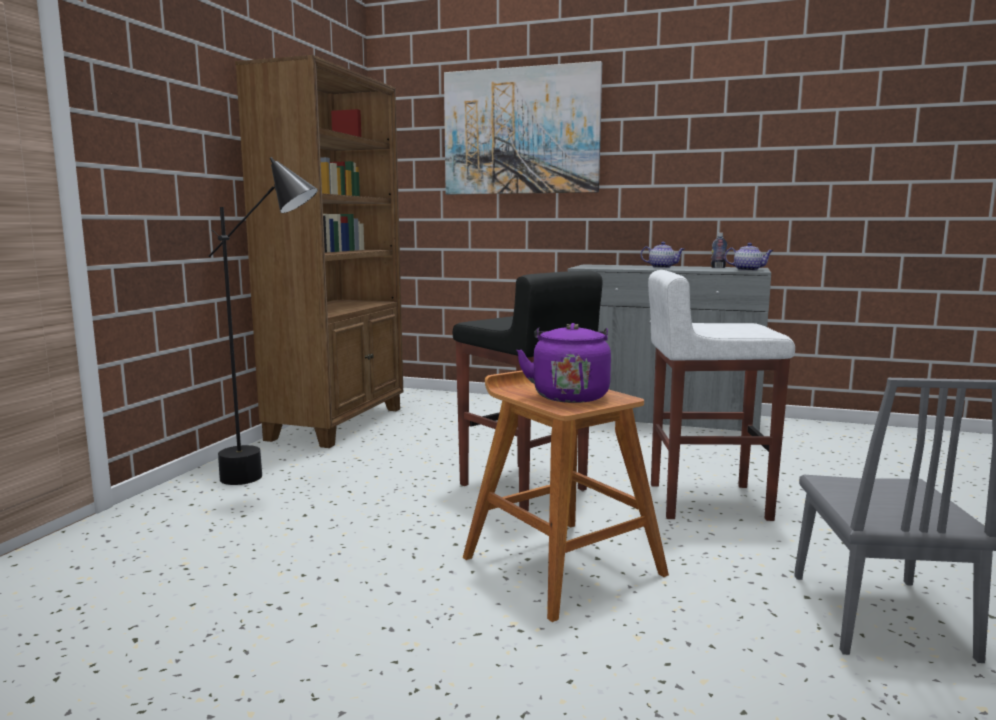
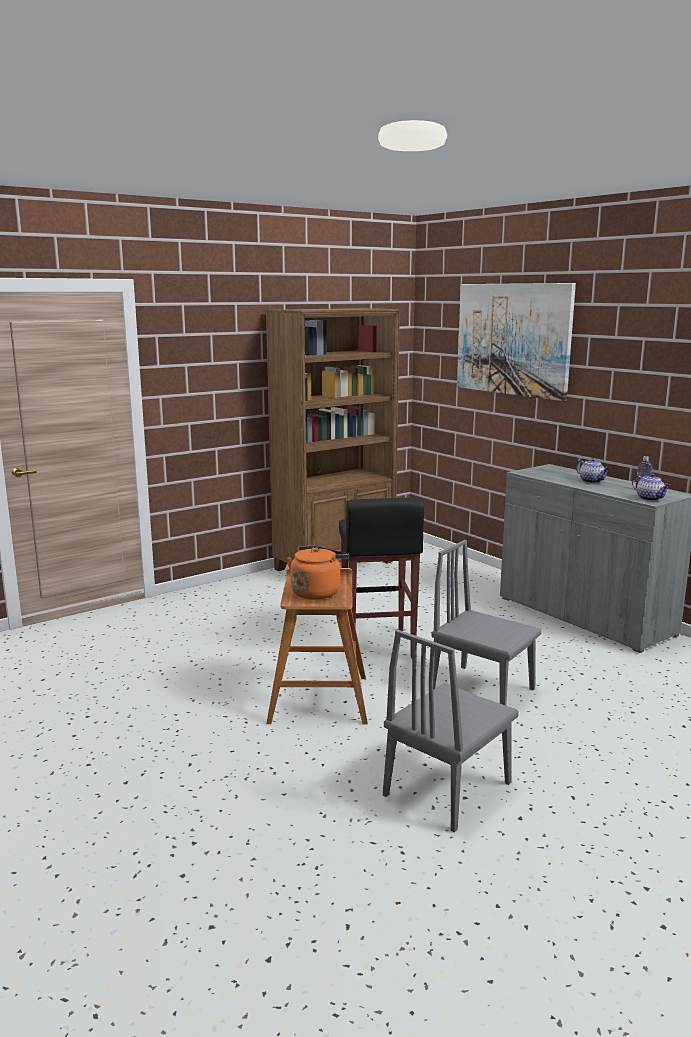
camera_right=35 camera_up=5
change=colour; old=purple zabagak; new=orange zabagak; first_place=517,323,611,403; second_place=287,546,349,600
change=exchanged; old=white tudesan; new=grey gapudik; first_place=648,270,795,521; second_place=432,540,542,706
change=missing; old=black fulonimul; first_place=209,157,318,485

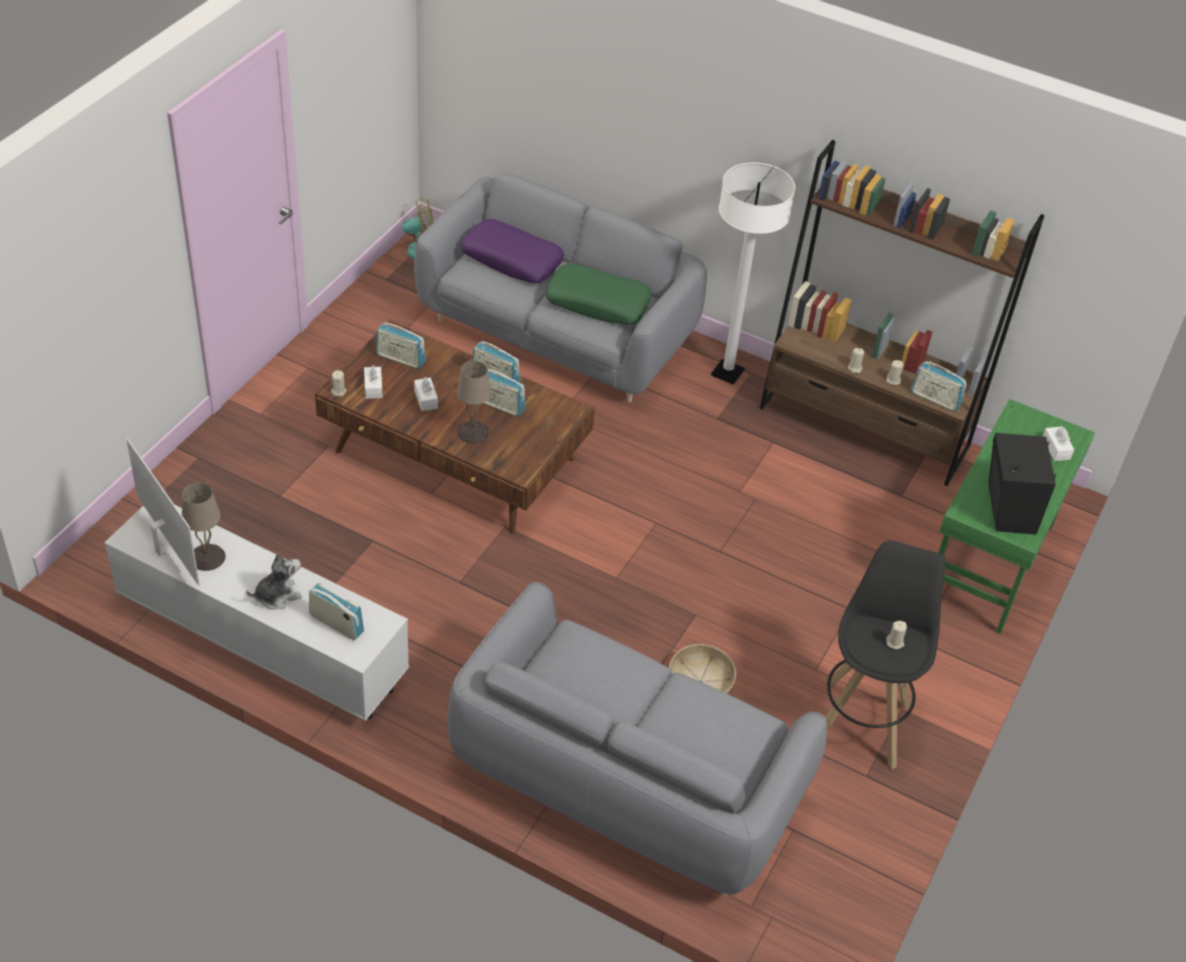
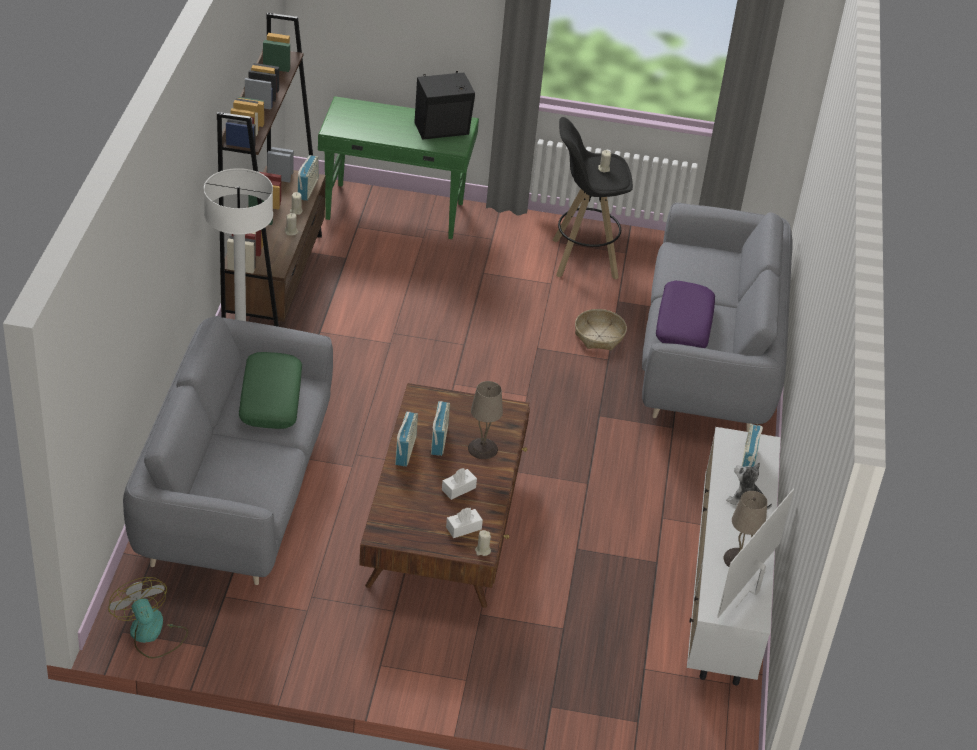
camera_right=-110 camera_up=-5
change=relocated; old=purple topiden; first_place=461,219,564,283; second_place=656,281,715,348
change=missing; old=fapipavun; first_place=376,322,426,369
change=missing; old=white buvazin; first_place=1043,426,1074,461

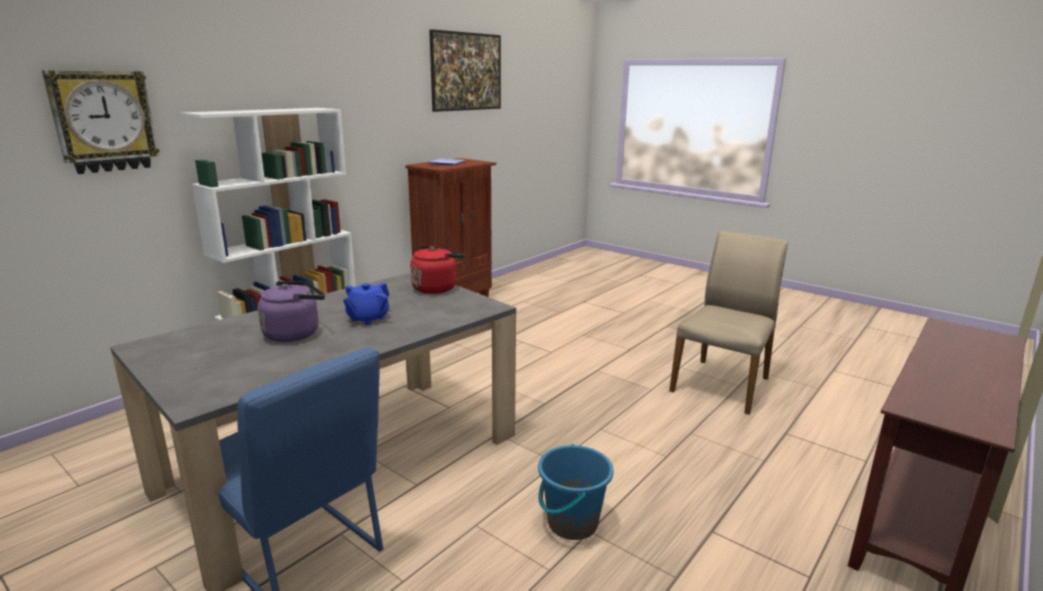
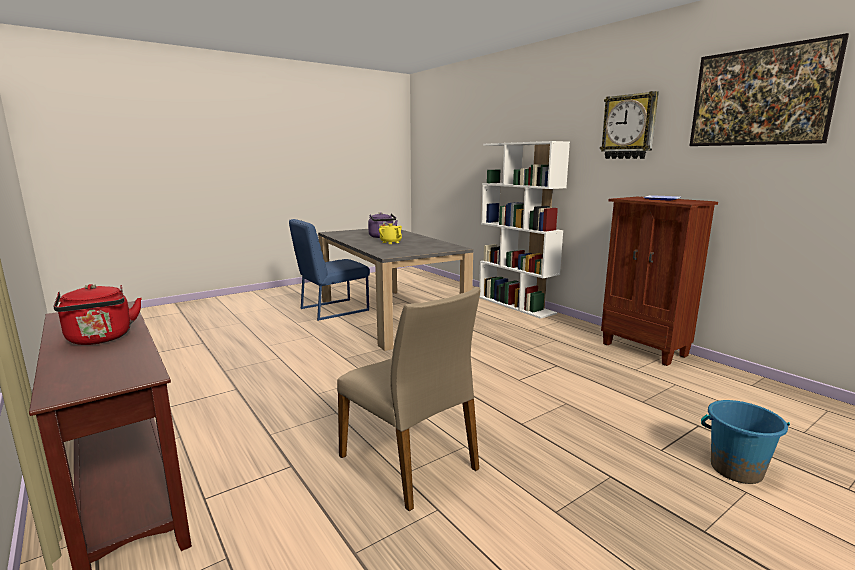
camera_right=105 camera_up=-5
change=relocated; old=red zabagak; first_place=410,246,465,294; second_place=54,284,142,345
change=colour; old=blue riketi; new=yellow riketi; first_place=343,283,389,325; second_place=379,223,402,244
change=relocated; old=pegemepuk; first_place=42,70,160,174; second_place=600,91,659,159
change=relocated; old=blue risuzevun; first_place=538,444,614,540; second_place=701,400,790,484

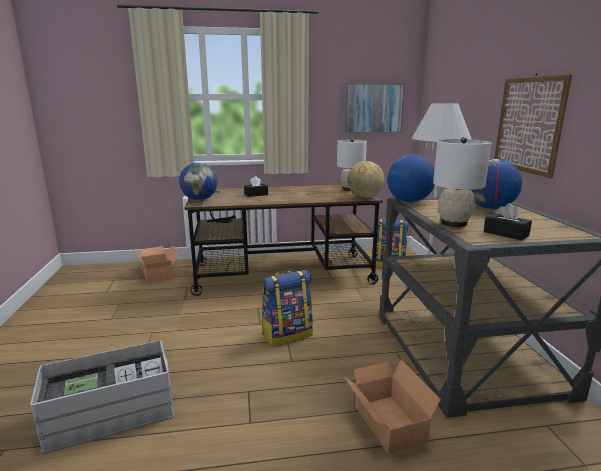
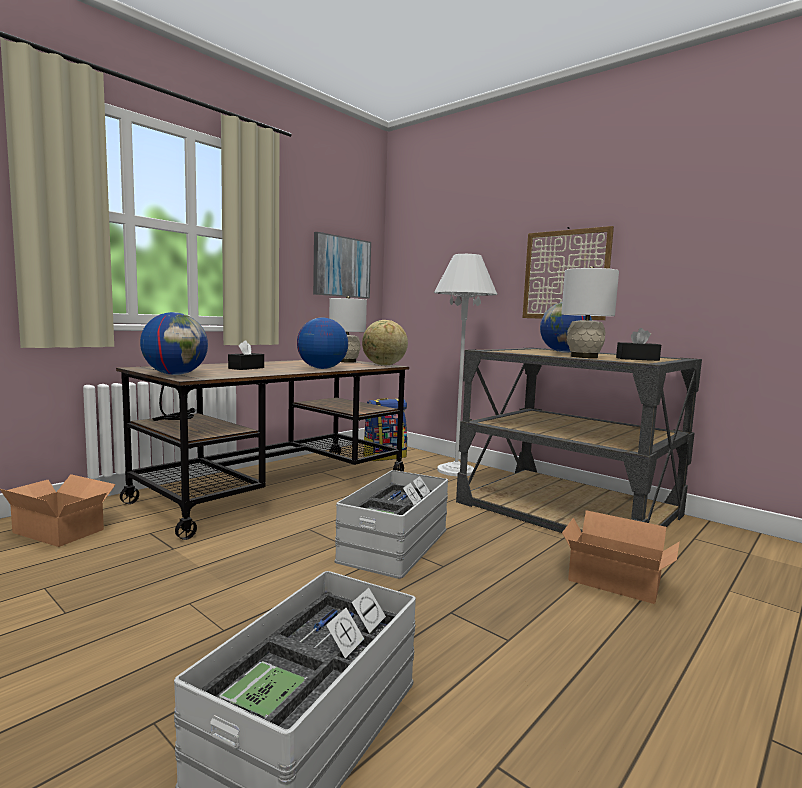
camera_right=-40 camera_up=-10
change=relocated; old=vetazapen; first_place=387,155,435,202; second_place=297,318,348,369
change=exchanged; old=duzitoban; new=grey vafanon; first_place=262,270,313,346; second_place=334,470,448,579

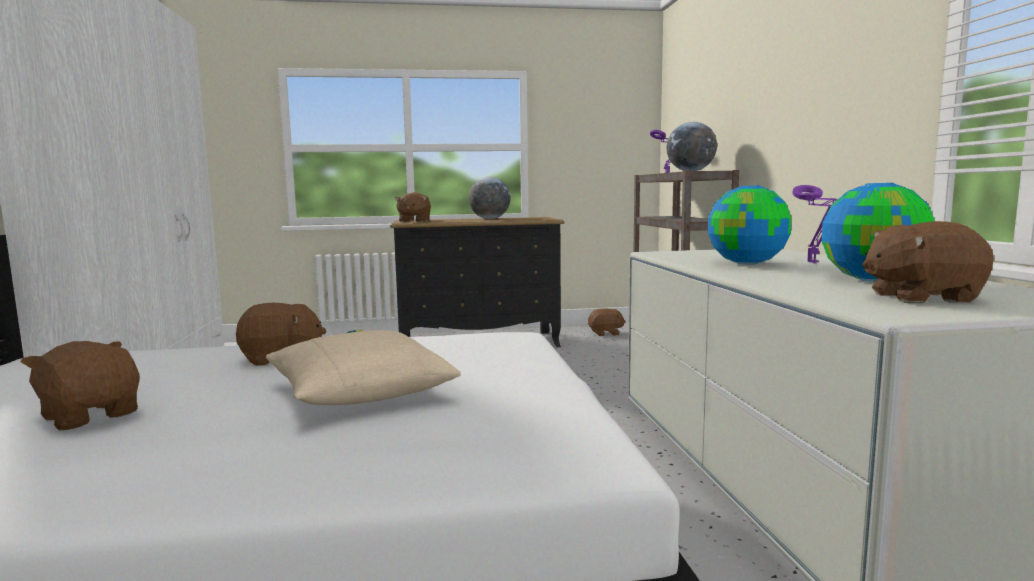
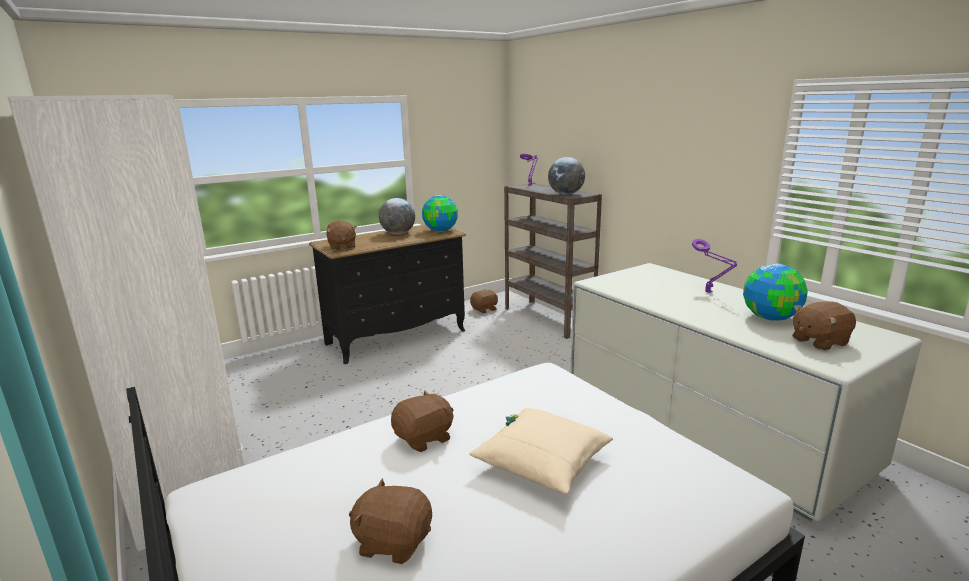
camera_right=-25 camera_up=10
change=relocated; old=vetazapen; first_place=708,186,792,265; second_place=422,195,458,232

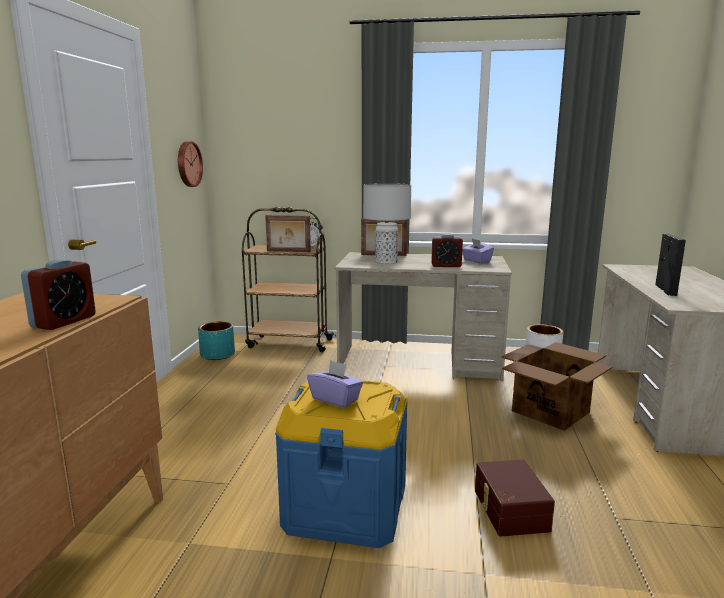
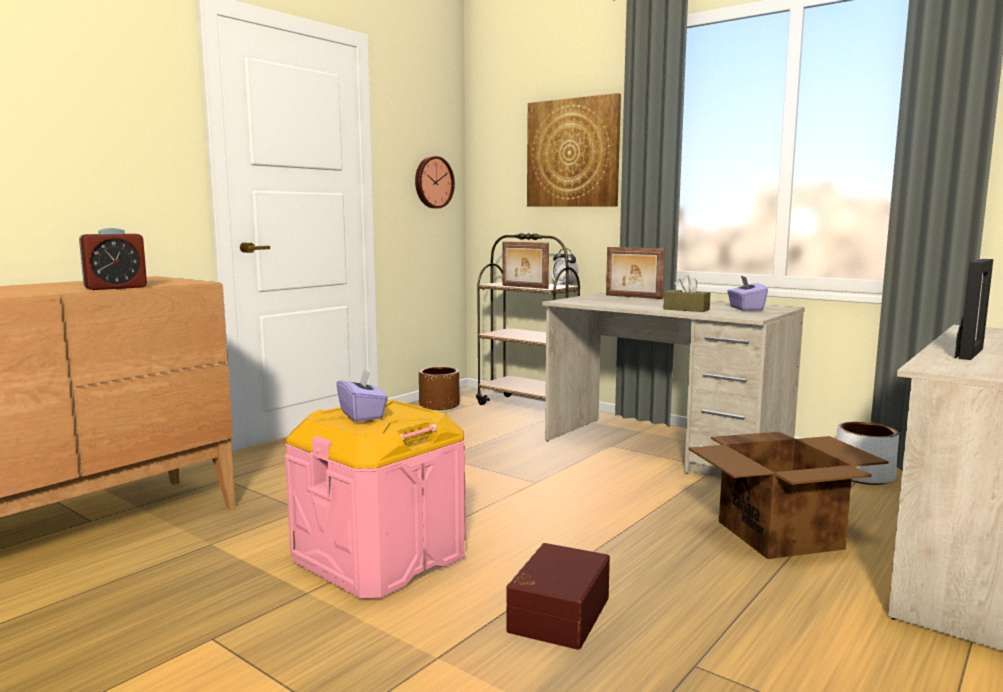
camera_right=30 camera_up=-5
change=colour; old=blue vafanon; new=pink vafanon; first_place=275,381,407,548; second_place=285,399,466,599
change=colour; old=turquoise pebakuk; new=brown pebakuk; first_place=198,321,235,360; second_place=419,367,460,410
change=appeared; new=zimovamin; second_place=527,93,621,207
change=exchanged; old=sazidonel; new=brown buvazin; first_place=431,234,463,267; second_place=663,275,710,312
change=missing; old=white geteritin; first_place=363,183,411,264

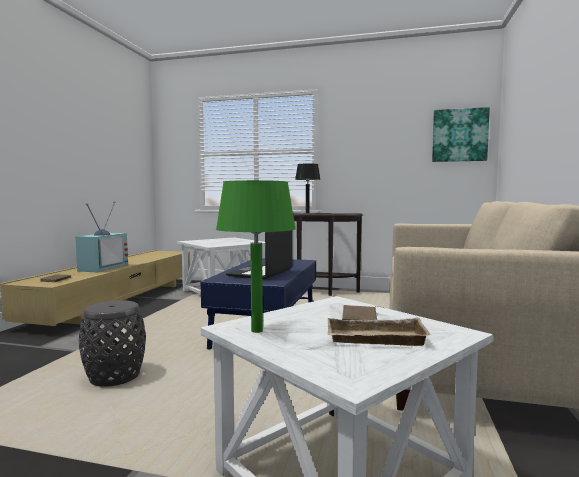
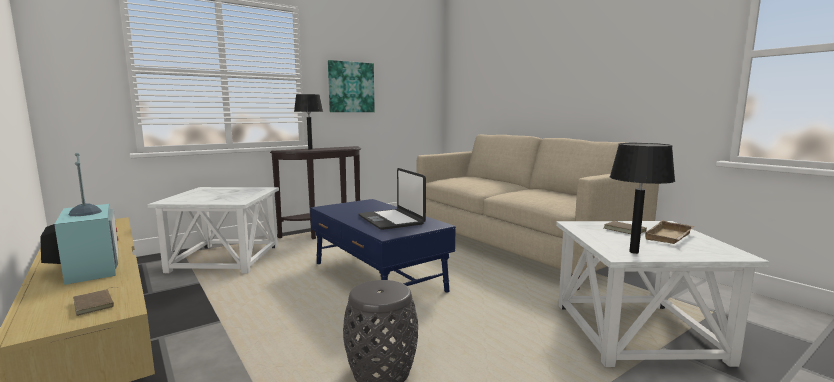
camera_right=-50 camera_up=5
change=relocated; old=zimovamin; first_place=432,107,490,162; second_place=328,60,375,112
change=colour; old=green geteritin; new=black geteritin; first_place=216,180,296,333; second_place=610,143,675,254

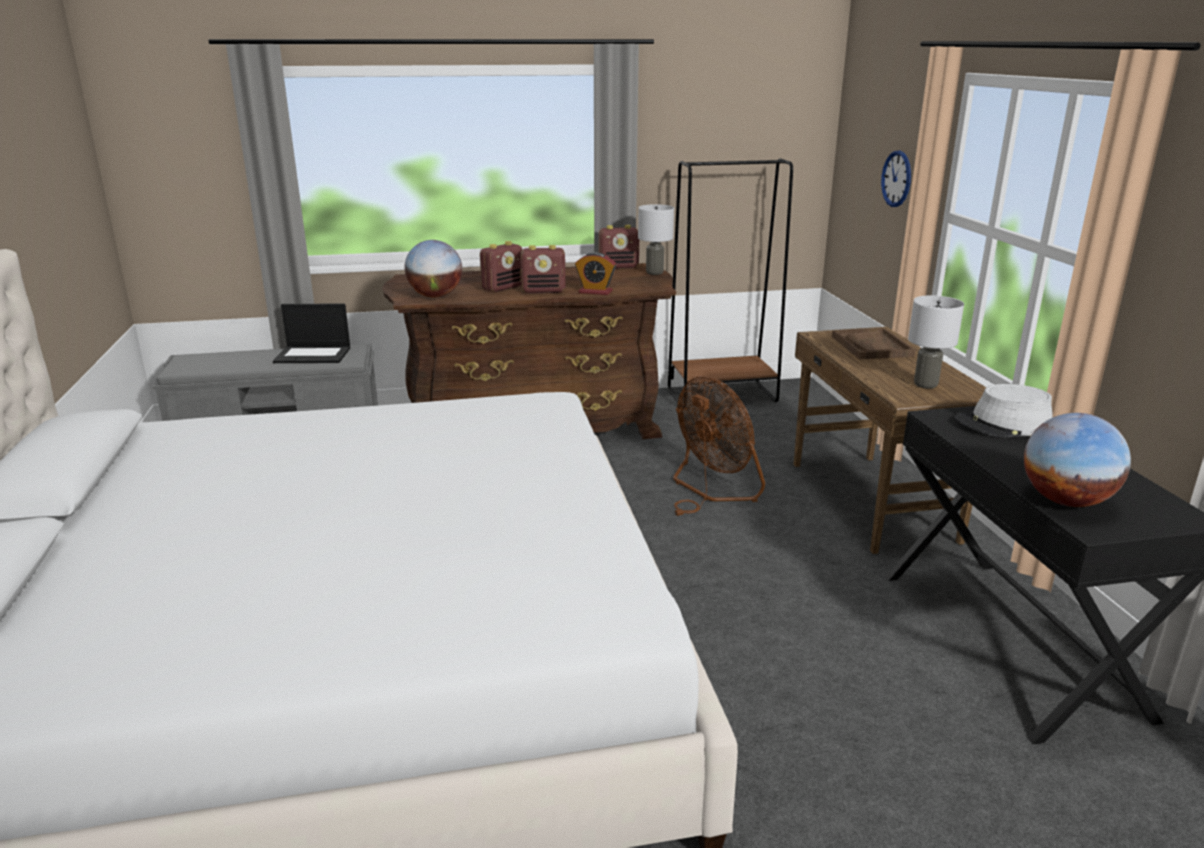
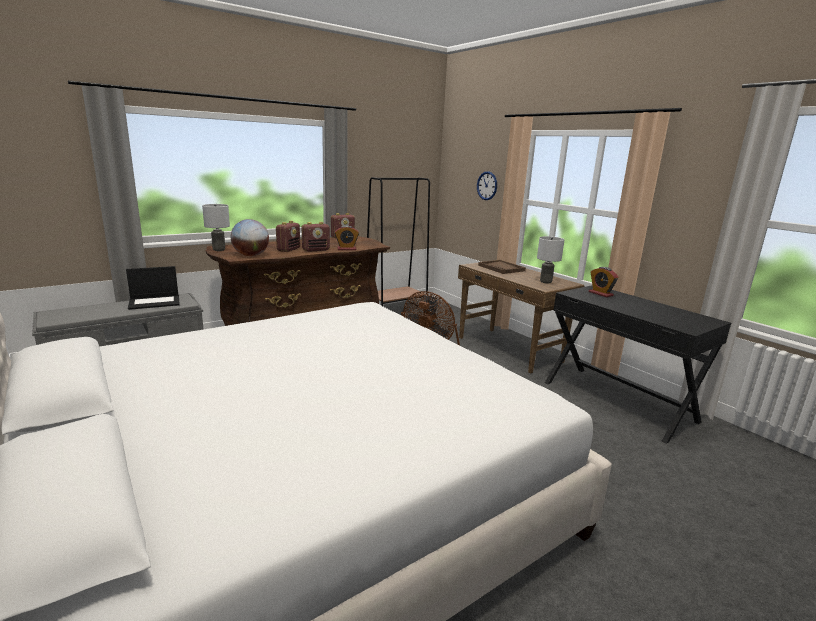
camera_right=-25 camera_up=-5
change=relocated; old=white geteritin; first_place=638,204,674,275; second_place=202,204,230,251
change=exchanged; old=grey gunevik; new=sazidonel; first_place=955,384,1052,437; second_place=589,267,618,297
change=missing; old=vetazapen; first_place=1024,413,1131,507

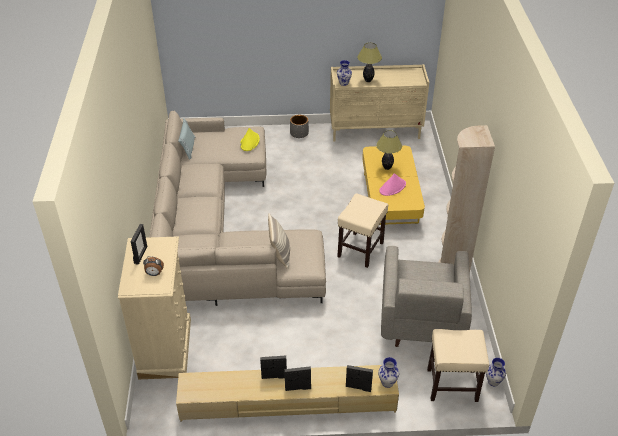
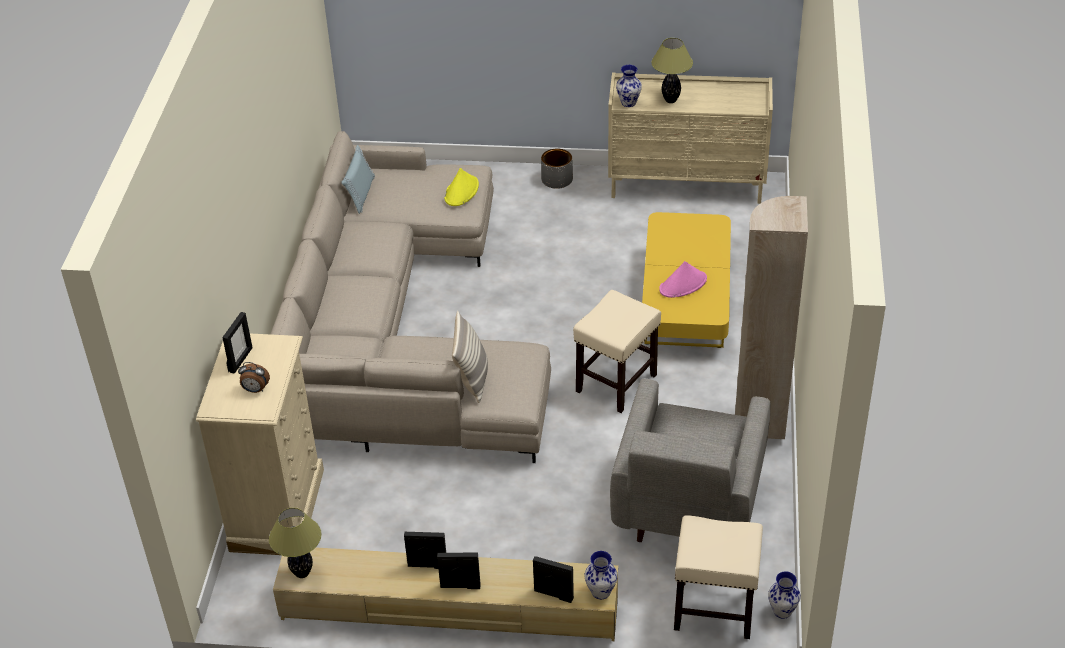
camera_right=10 camera_up=0
change=relocated; old=geteritin; first_place=376,130,402,170; second_place=269,508,322,578

